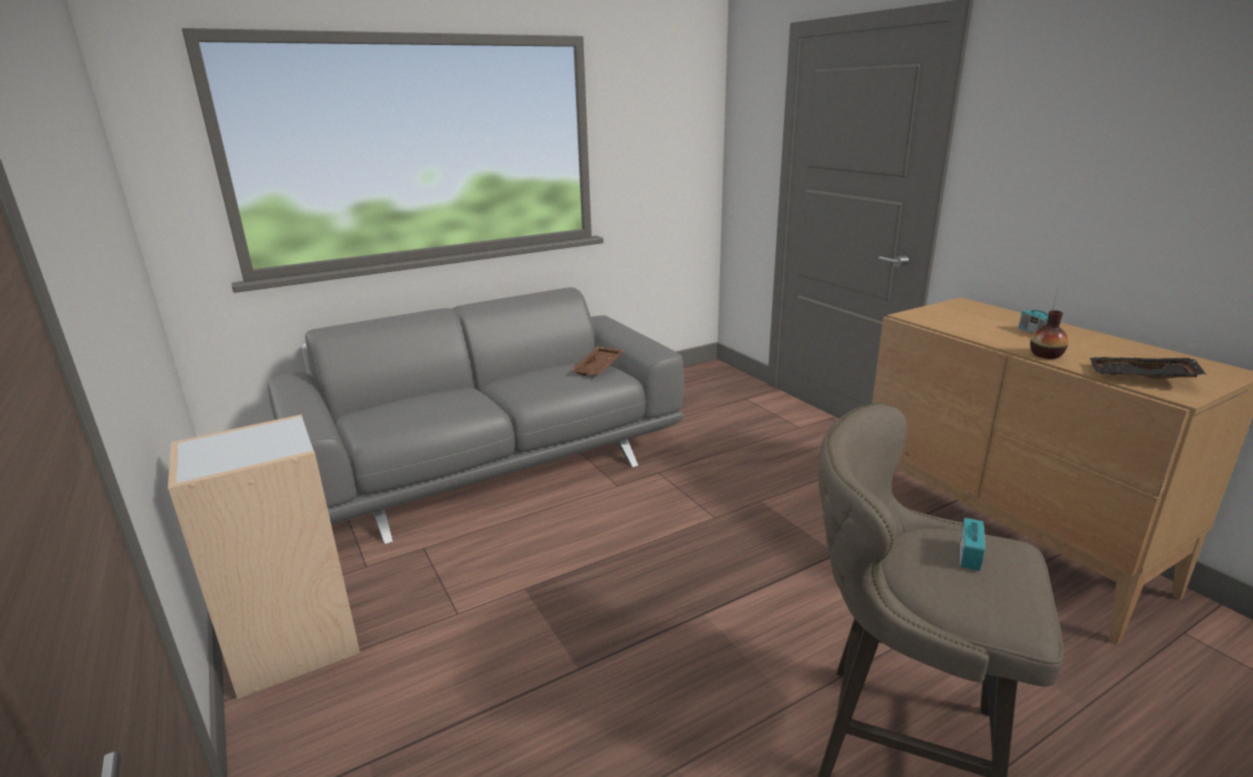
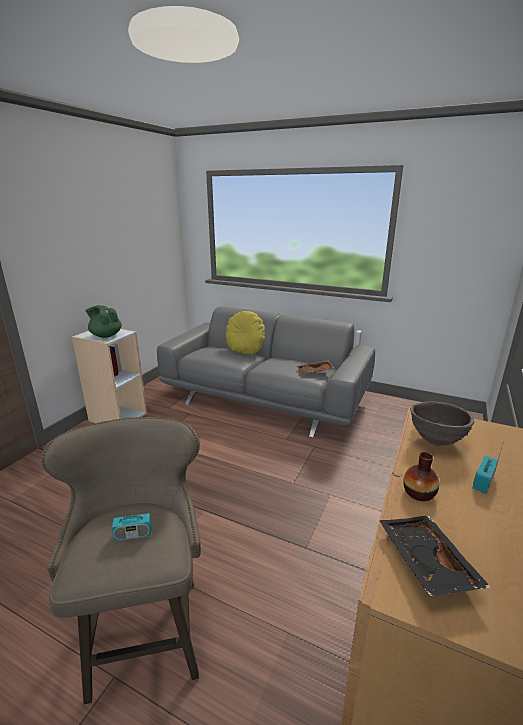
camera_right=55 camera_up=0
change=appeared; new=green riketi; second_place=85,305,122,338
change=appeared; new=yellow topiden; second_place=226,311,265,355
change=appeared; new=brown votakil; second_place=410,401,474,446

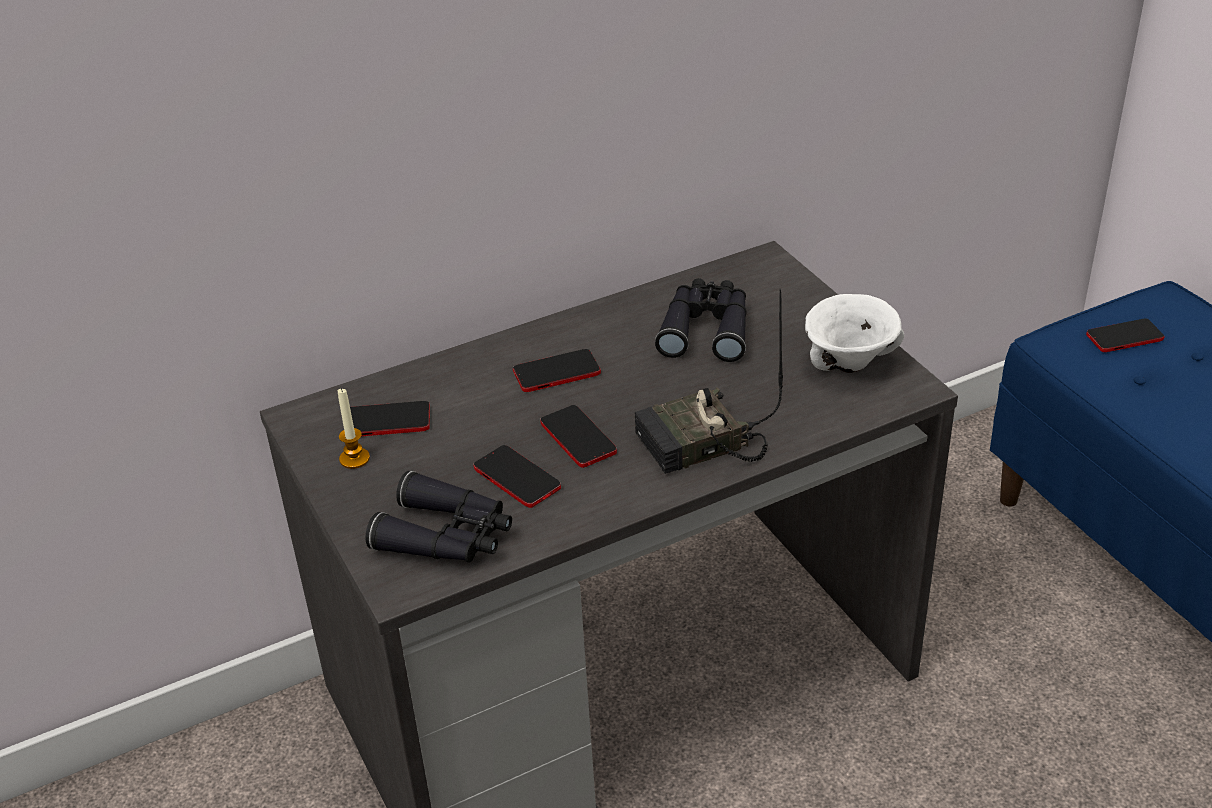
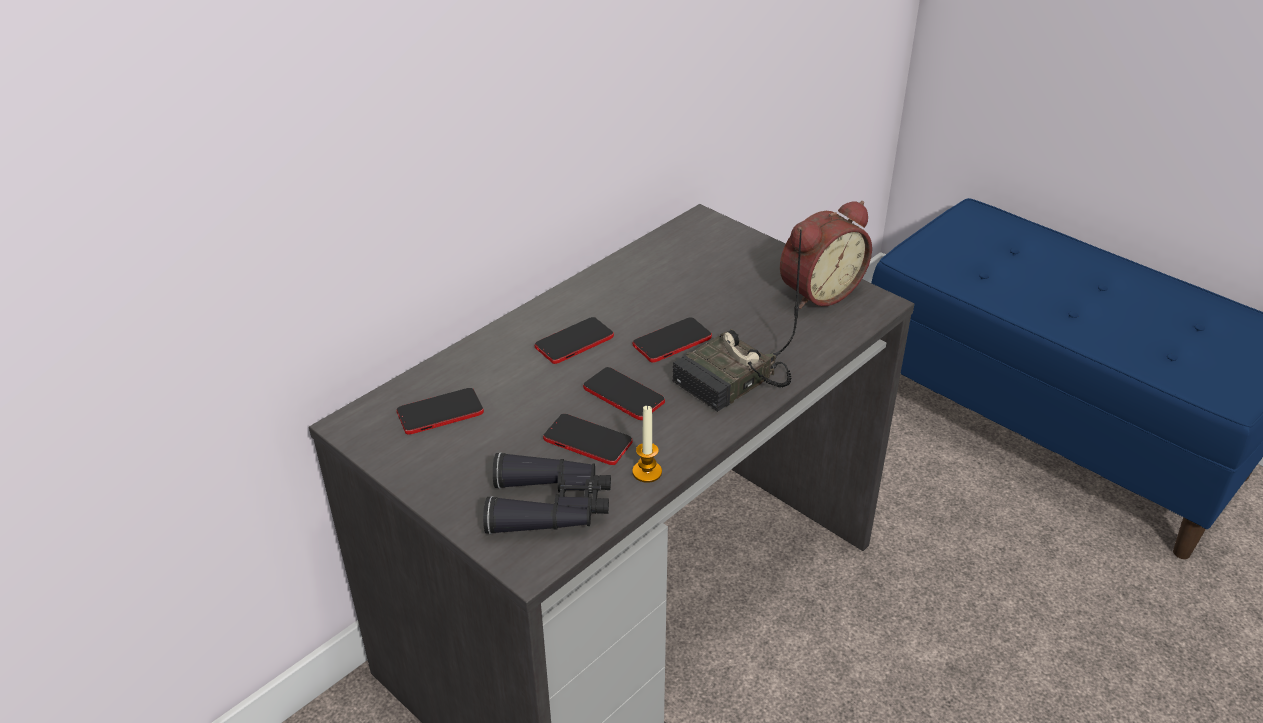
camera_right=-20 camera_up=0
change=relocated; old=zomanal; first_place=337,388,370,469; second_place=632,405,662,483
change=relocated; old=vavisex; first_place=1086,319,1164,352; second_place=633,317,712,363
change=exchanged; old=white votakil; new=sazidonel; first_place=805,294,904,373; second_place=780,201,872,309
change=missing; old=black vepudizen; first_place=655,278,747,362

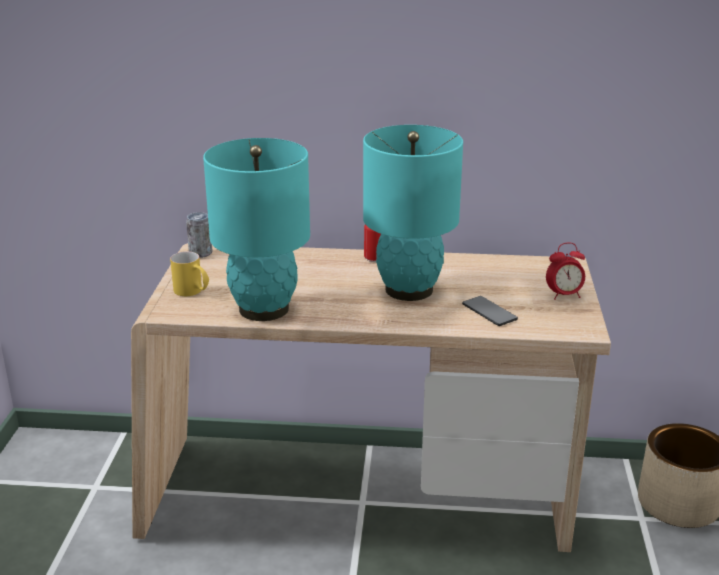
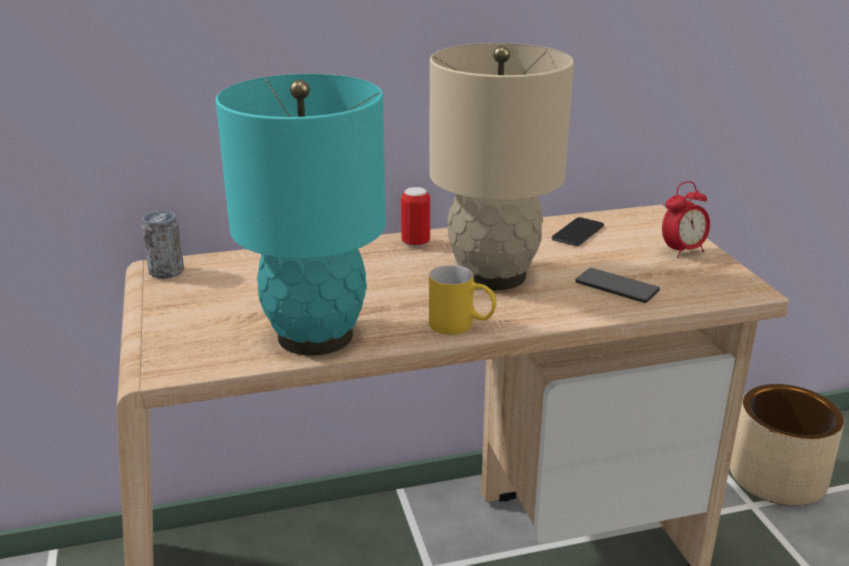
camera_right=-20 camera_up=0
change=colour; old=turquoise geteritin; new=beige geteritin; first_place=363,125,463,301; second_place=429,43,574,290
change=relocated; old=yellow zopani; first_place=170,251,209,296; second_place=429,265,497,335
change=appeared; new=vavisex; second_place=551,217,604,246

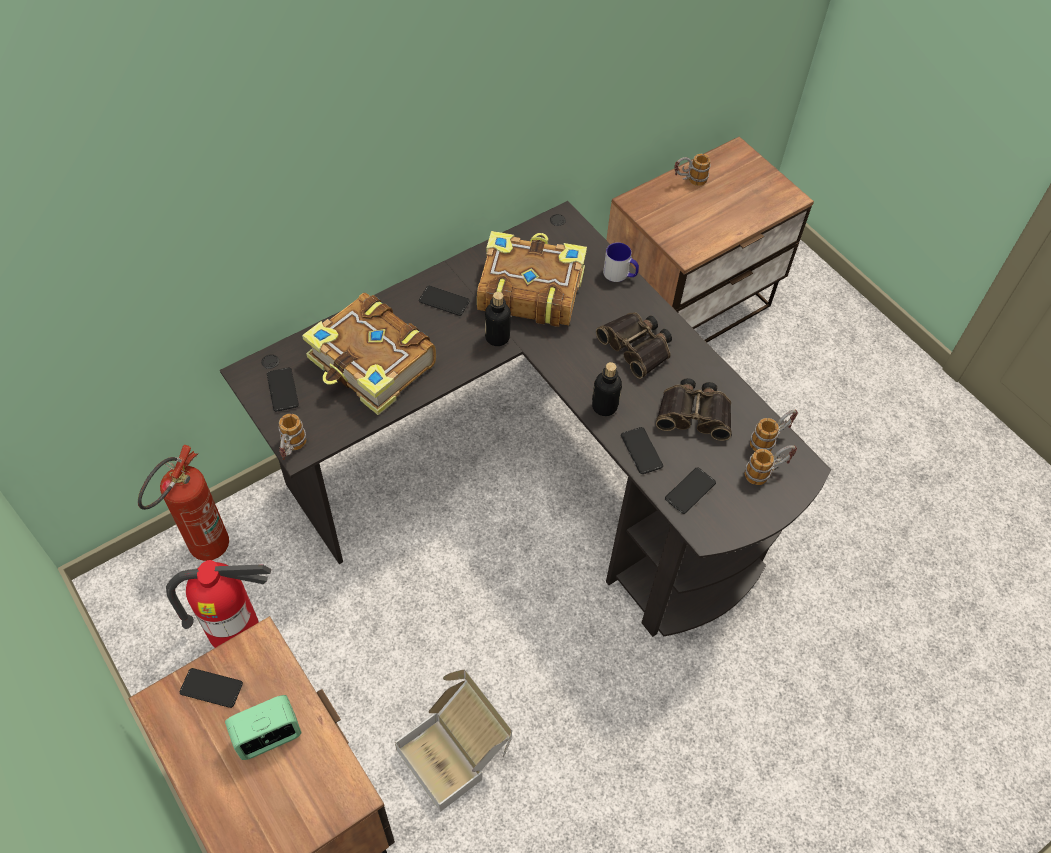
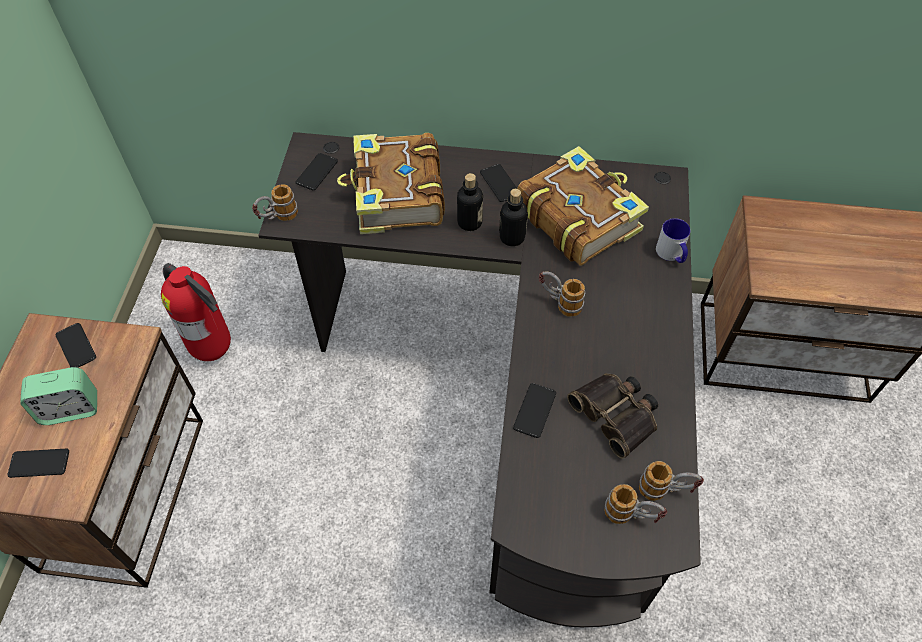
camera_right=45 camera_up=0
change=relocated; old=vavisex; first_place=665,467,716,514; second_place=8,448,69,478
change=spun; old=sazidonel; first_place=225,695,301,760; second_place=20,367,97,425; degrees=150
change=relocated; old=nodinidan; first_place=592,362,622,416; second_place=457,173,483,231
change=relocated; old=zopani; first_place=674,154,711,186; second_place=539,271,585,317
change=missing; old=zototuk; first_place=138,445,229,561
change=missing; old=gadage; first_place=395,669,512,812
change=missing; old=vepudizen; first_place=596,312,672,379

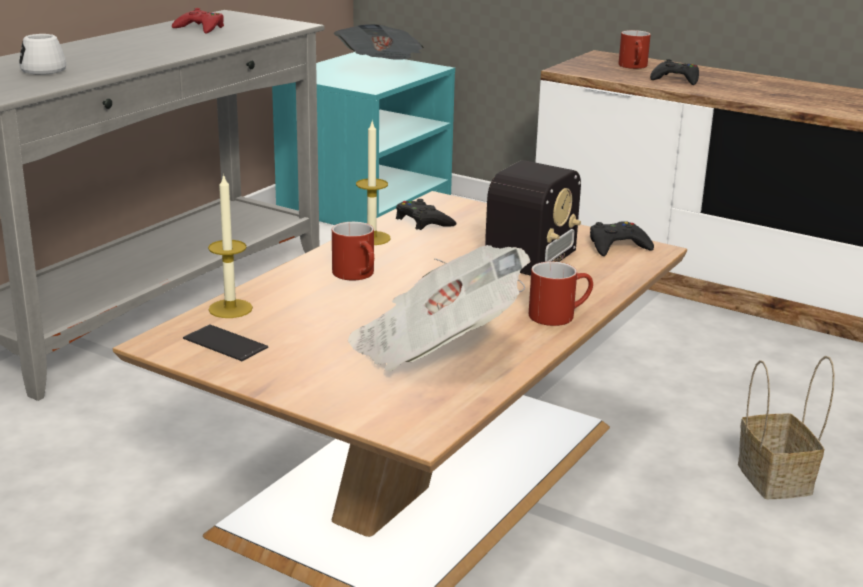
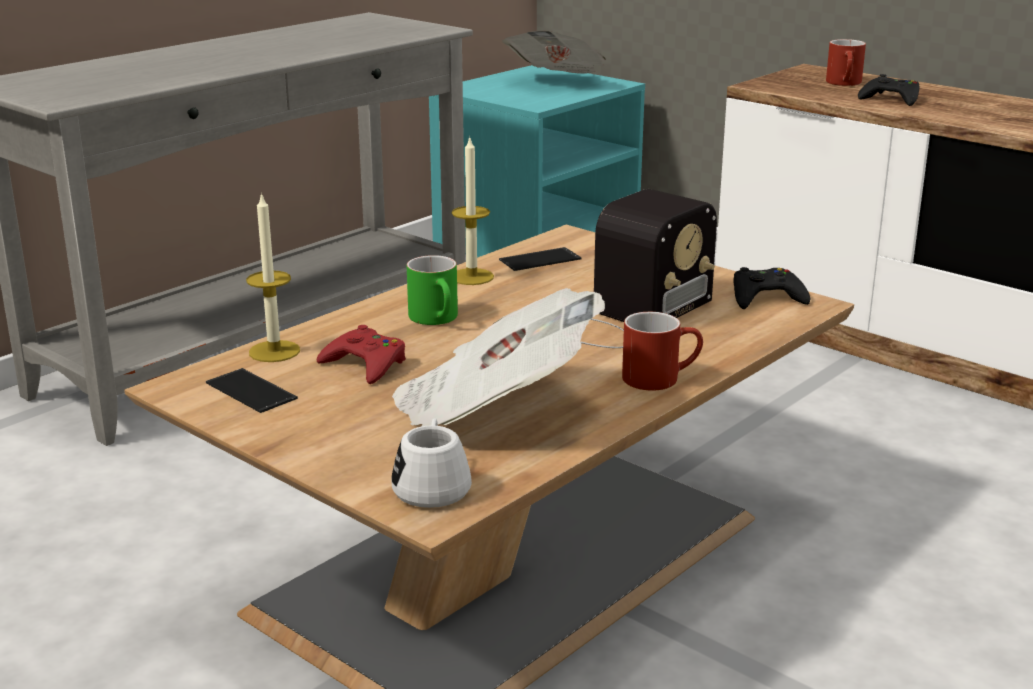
camera_right=10 camera_up=0
change=relocated; old=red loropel; first_place=172,8,224,33; second_place=316,325,406,384
change=relocated; old=white zopani; first_place=19,34,67,75; second_place=392,418,472,508
change=colour; old=red zopani; new=green zopani; first_place=332,222,374,280; second_place=407,255,458,325
change=exchanged; old=black loropel; new=vavisex; first_place=396,199,456,230; second_place=499,247,582,271
change=missing; old=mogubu; first_place=738,356,835,499

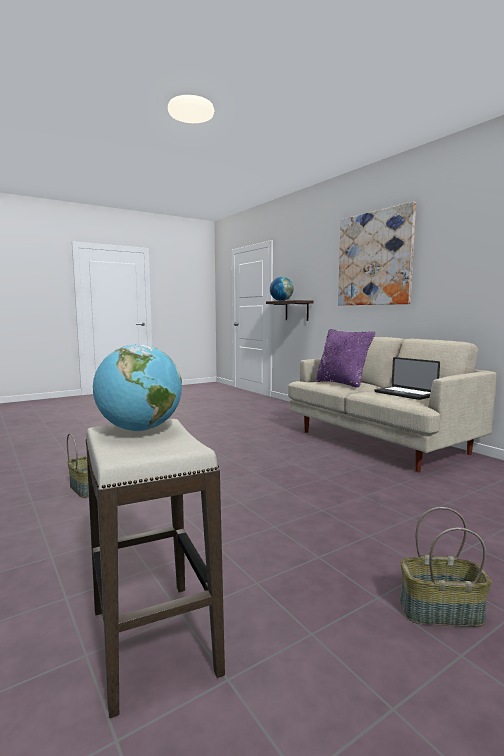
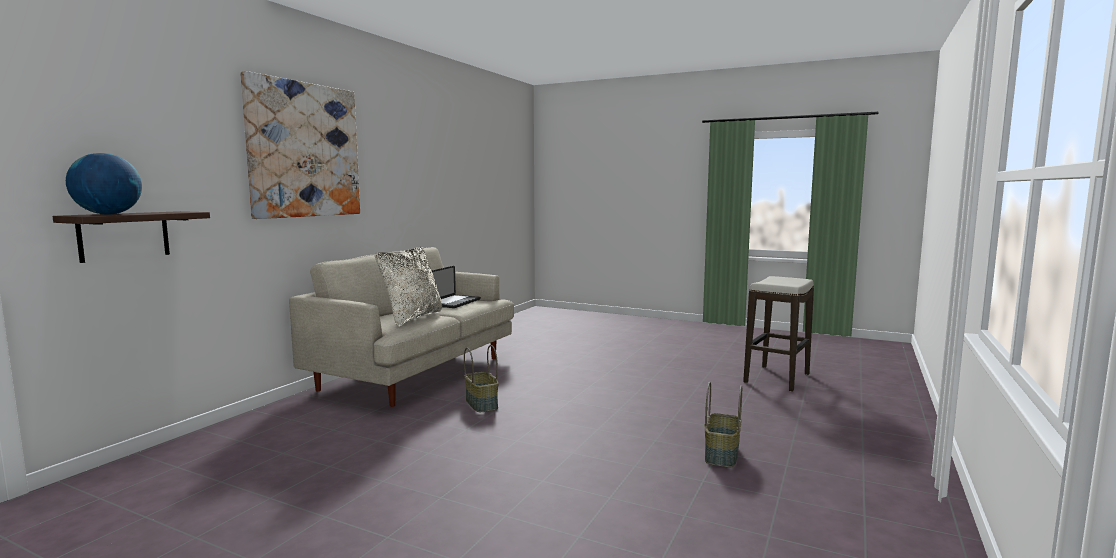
camera_right=-120 camera_up=0
change=colour; old=purple topiden; new=beige topiden; first_place=316,329,375,388; second_place=374,247,442,326
change=relocated; old=mogubu; first_place=400,507,492,627; second_place=464,345,499,412
change=missing; old=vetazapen; first_place=93,345,182,432

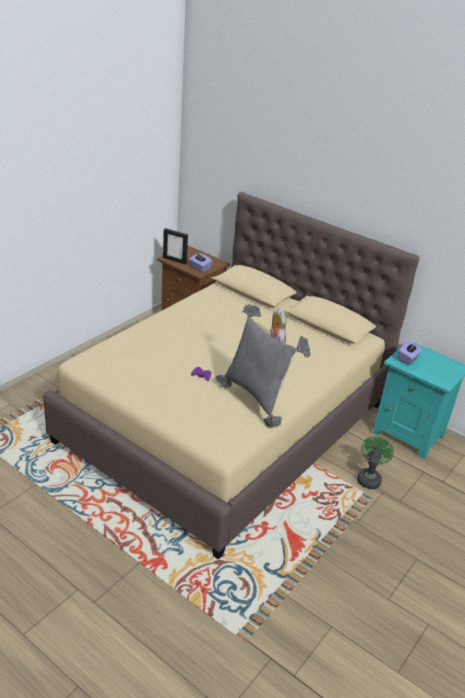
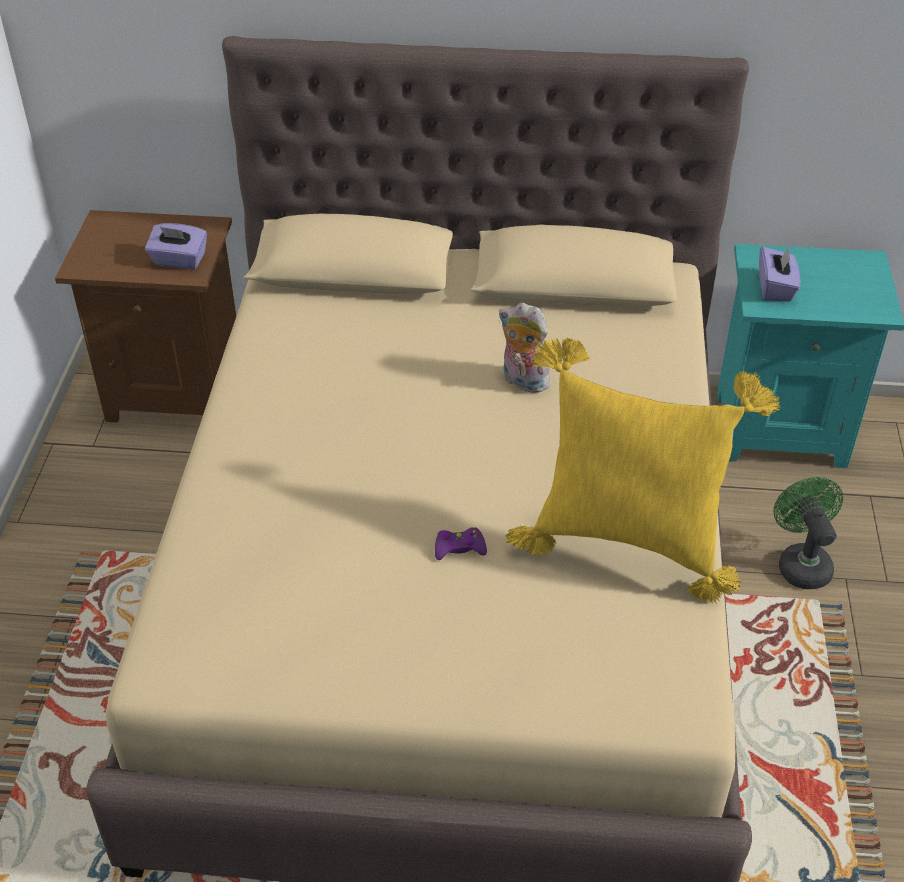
camera_right=-30 camera_up=10
change=colour; old=grey topiden; new=yellow topiden; first_place=215,304,311,428; second_place=504,338,780,604
change=missing; old=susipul; first_place=163,228,188,264

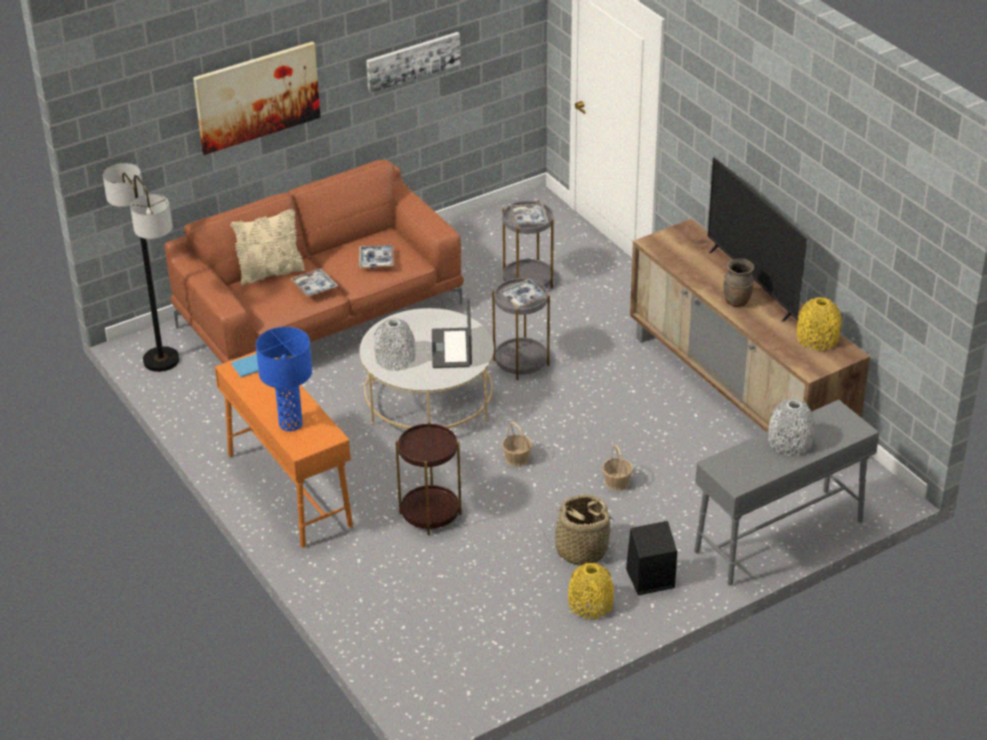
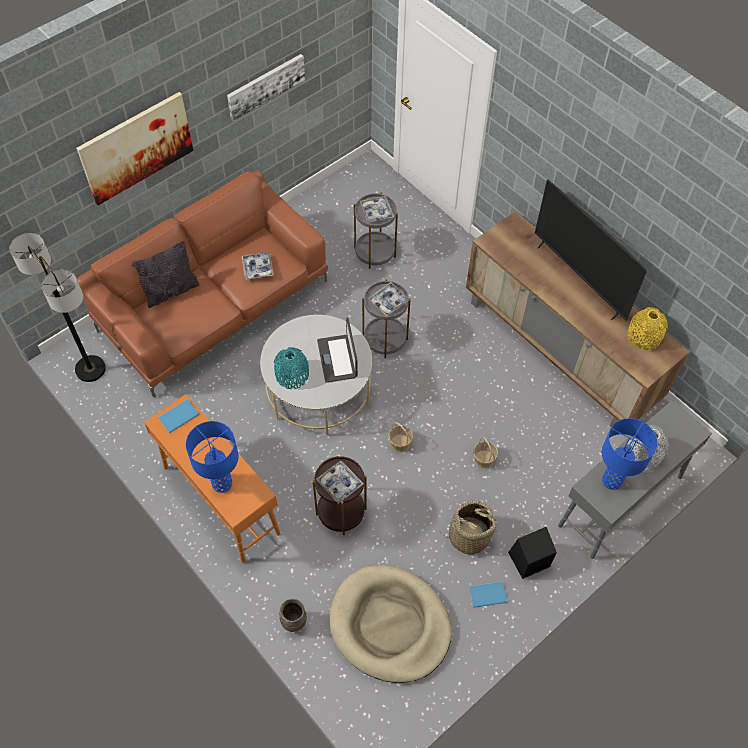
camera_right=-10 camera_up=20
change=colour; old=beige topiden; new=black topiden; first_place=230,209,305,286; second_place=132,241,200,308
change=colour; old=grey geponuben; new=turquoise geponuben; first_place=374,318,415,371; second_place=274,347,309,389
change=relocated; old=brown geponuben; first_place=724,259,754,307; second_place=279,599,306,632
change=relocated; old=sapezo; first_place=291,269,338,297; second_place=316,461,364,504
change=appeared; new=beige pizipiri; second_place=329,565,451,683
change=exchanged; old=yellow geponuben; new=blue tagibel; first_place=568,563,614,620; second_place=469,582,508,608
change=appeared; new=blue geteritin; second_place=602,418,658,490

